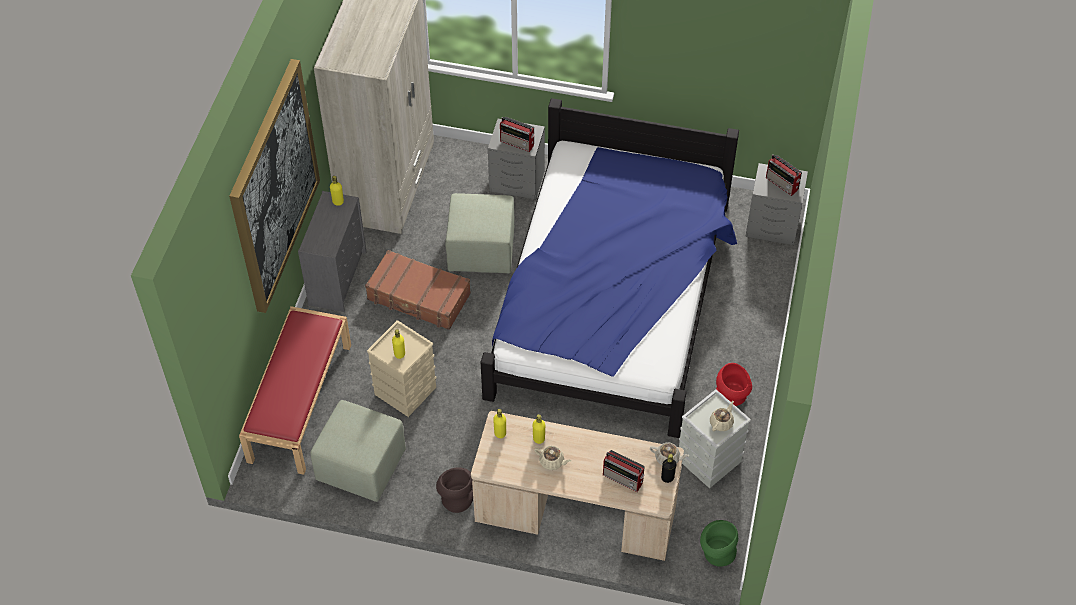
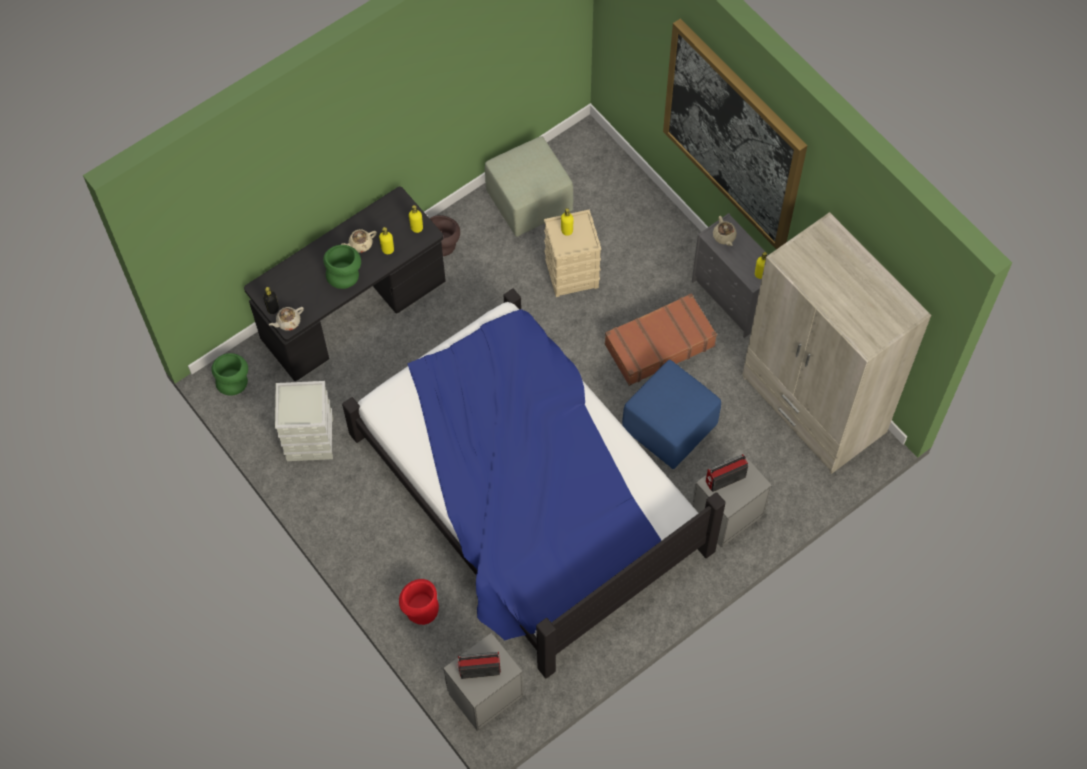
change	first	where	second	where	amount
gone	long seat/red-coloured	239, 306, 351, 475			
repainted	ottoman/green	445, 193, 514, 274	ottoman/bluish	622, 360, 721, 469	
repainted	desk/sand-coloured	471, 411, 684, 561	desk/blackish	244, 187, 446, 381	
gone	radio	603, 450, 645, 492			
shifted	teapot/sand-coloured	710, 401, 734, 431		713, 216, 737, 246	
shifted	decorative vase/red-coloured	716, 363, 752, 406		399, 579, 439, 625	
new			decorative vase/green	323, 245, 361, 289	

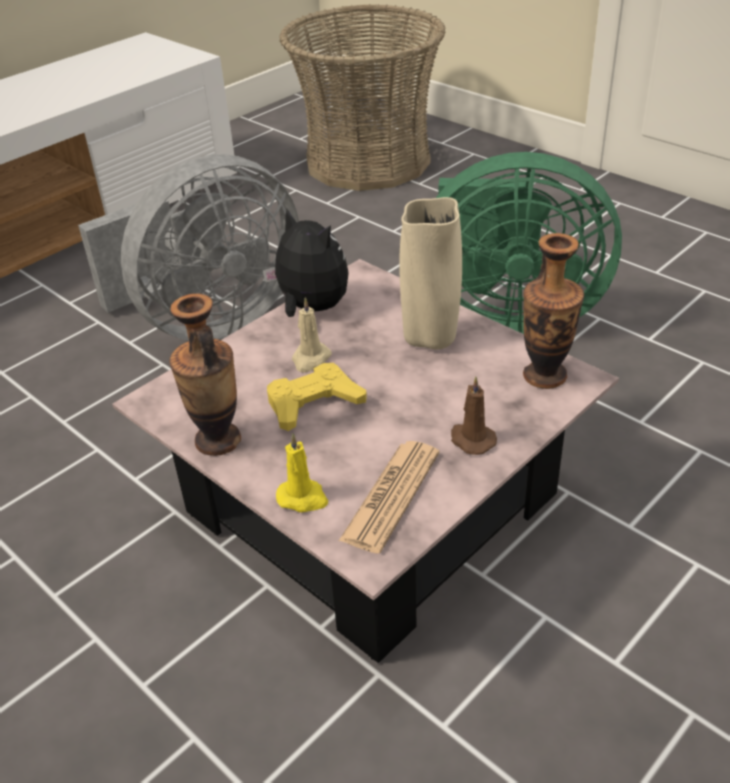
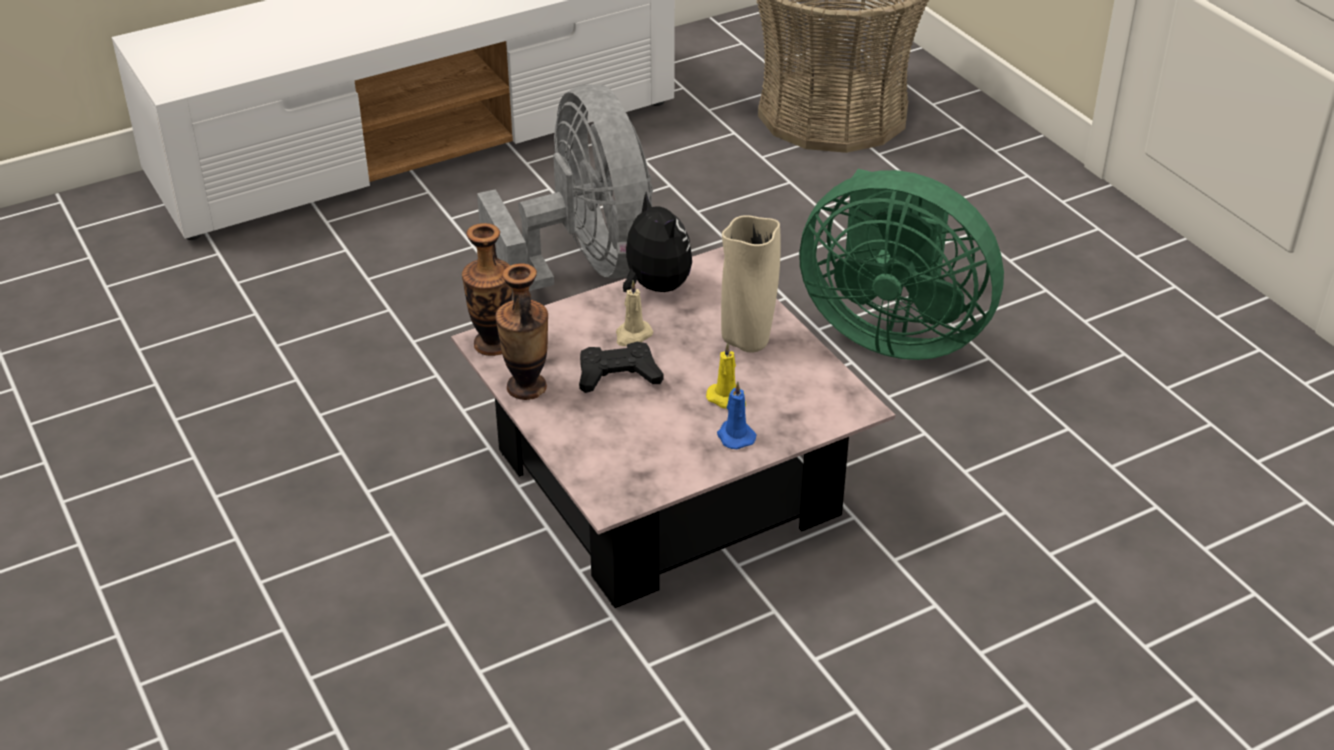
change	first	where	second	where	amount
rotated	fan/grey	78, 154, 299, 340		477, 84, 653, 300	90 degrees counterclockwise
repainted	joypad/yellow-coloured	267, 363, 367, 431	joypad/blackish	579, 342, 664, 393	
shifted	wax candle/yellow-coloured	276, 433, 328, 512		706, 343, 746, 409	
gone	newspaper	339, 441, 439, 554			
repainted	wax candle/brownish	451, 376, 497, 455	wax candle/bluish	717, 381, 757, 449	
shifted	decorative vase	523, 233, 584, 389		462, 223, 513, 356	

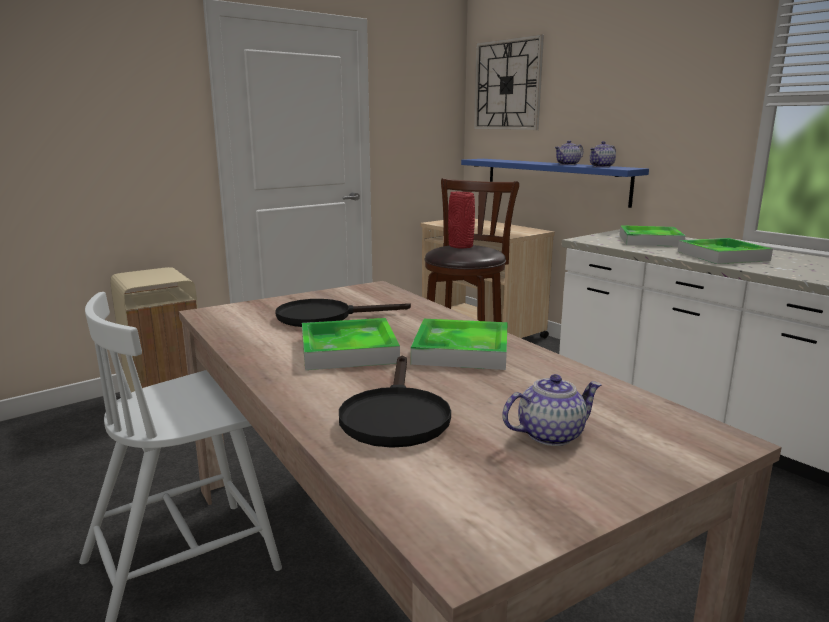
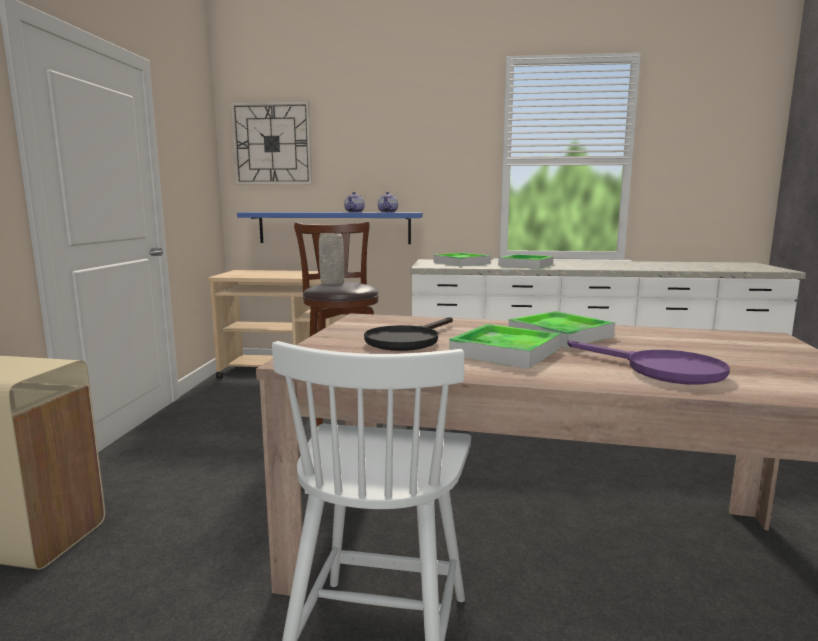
change	first	where	second	where	amount
repainted	frying pan/blackish	339, 356, 451, 448	frying pan/purplish	567, 340, 730, 385	
repainted	decorative vase/red-coloured	448, 192, 475, 249	decorative vase/grey	319, 233, 345, 285	
gone	teapot	502, 374, 602, 446			

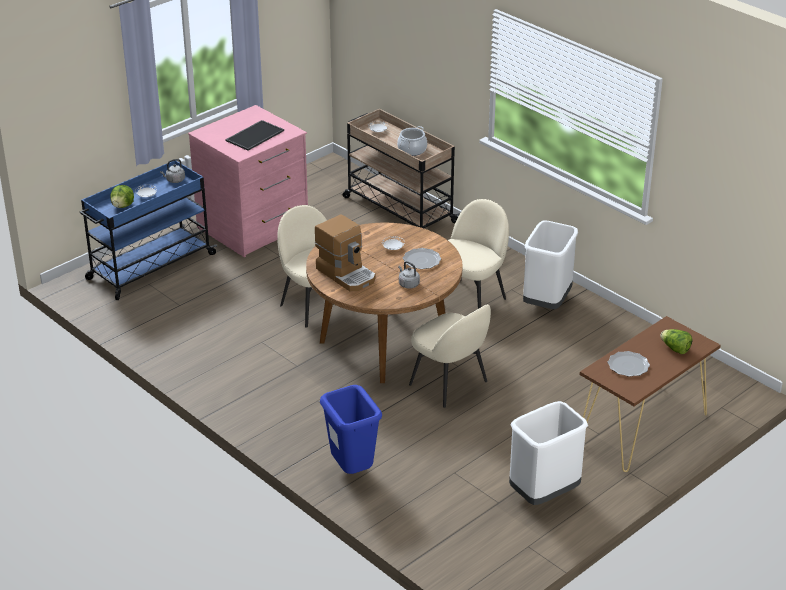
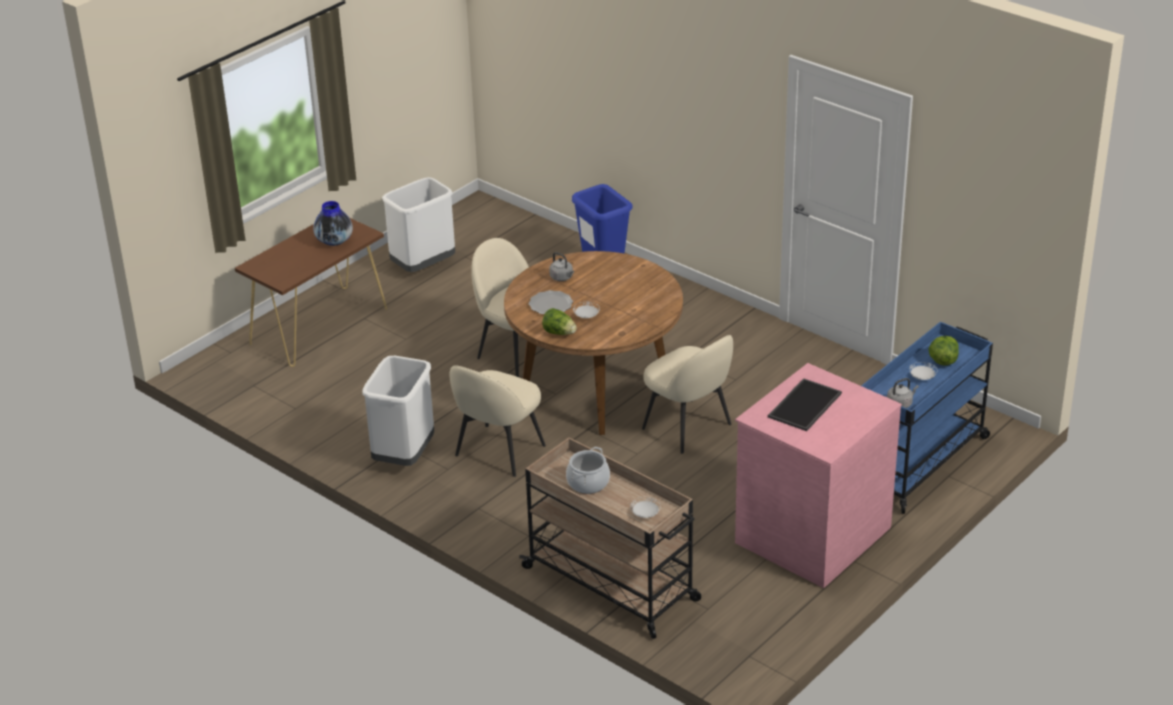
change	first	where	second	where	amount
gone	coffee maker	315, 214, 375, 291			
swapped	flat dish	608, 351, 650, 377	decorative vase	313, 201, 353, 246	
shifted	lettuce head	660, 329, 692, 354		542, 308, 577, 335	

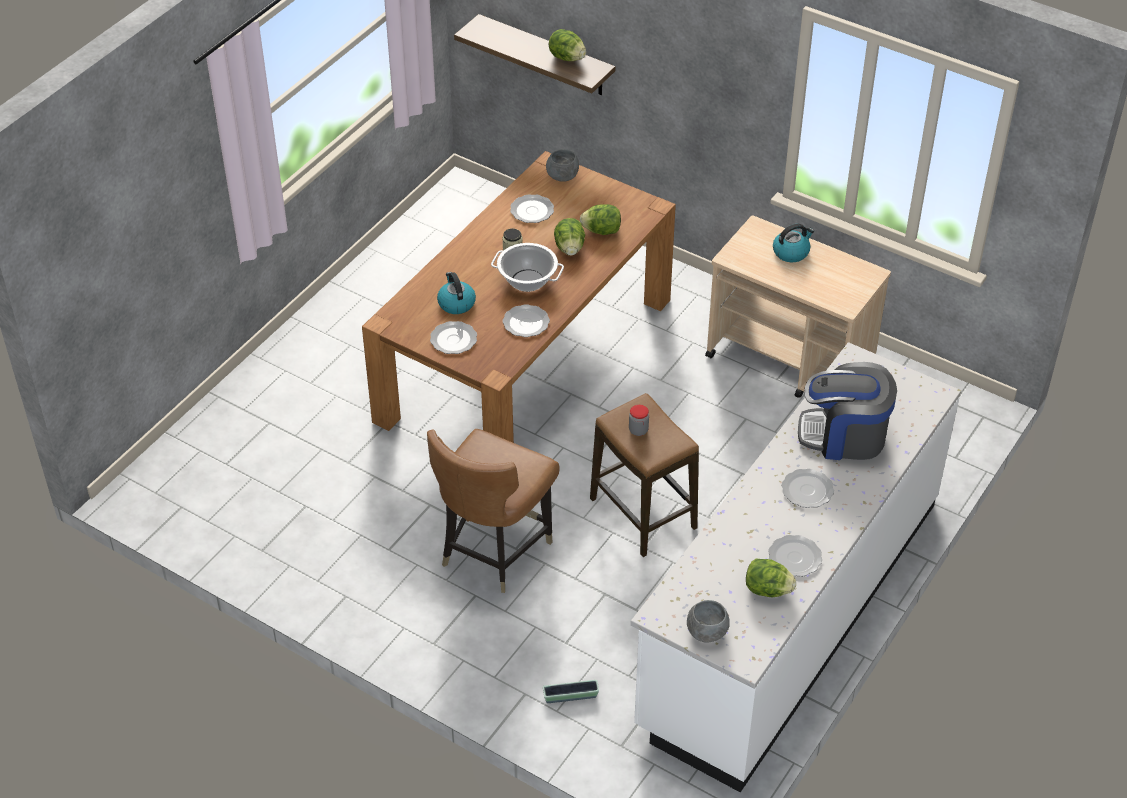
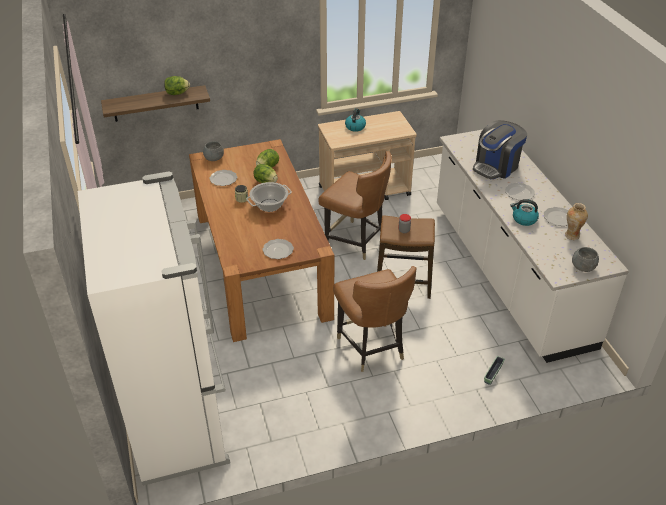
change	first	where	second	where	amount
shifted	tea kettle	437, 272, 476, 314		510, 199, 539, 226	
gone	flat dish	503, 304, 550, 337			
swapped	lettuce head	746, 558, 796, 597	decorative vase	565, 203, 588, 240	
new			fridge/whitish	78, 172, 230, 486	
new			chair/brownish	318, 151, 392, 260	

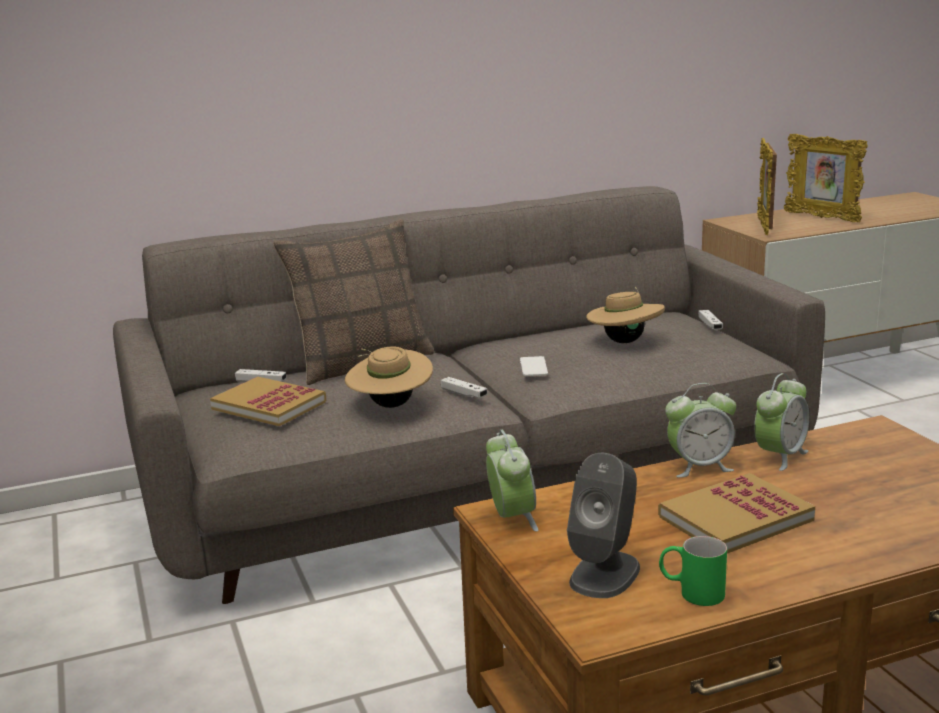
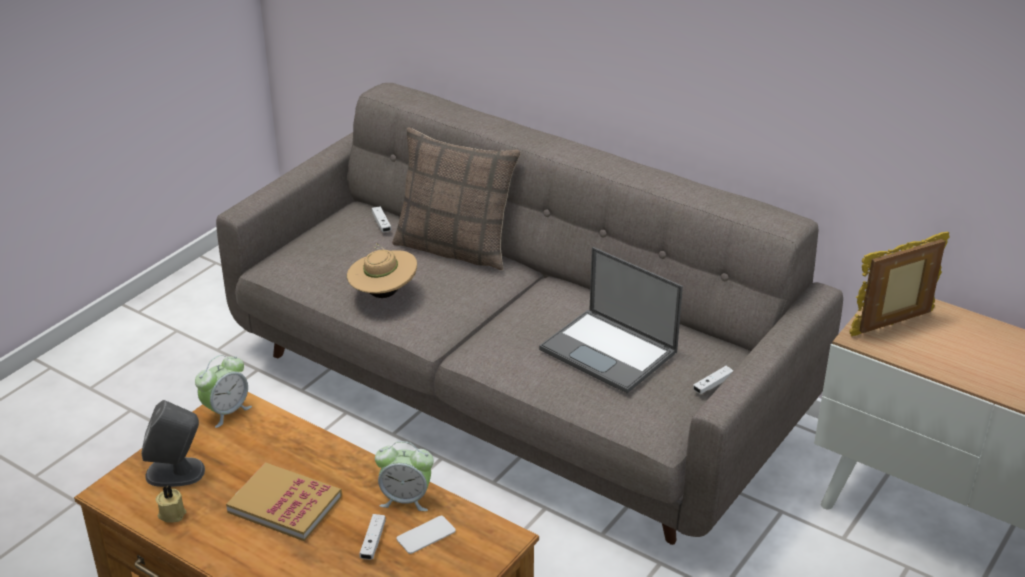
change	first	where	second	where	amount
gone	book	210, 377, 326, 426			
shifted	joypad/whitish	441, 377, 488, 398		360, 514, 386, 560	
shifted	telephone	520, 356, 548, 376		396, 516, 456, 554	
swapped	clothing hat/sand-coloured	586, 286, 665, 343	notebook computer	539, 247, 683, 394	
swapped	coffee mug/green	659, 536, 727, 606	wax candle/sand-coloured	155, 486, 186, 523	
gone	bedside clock	665, 383, 736, 477			
gone	picture frame	784, 134, 868, 222			

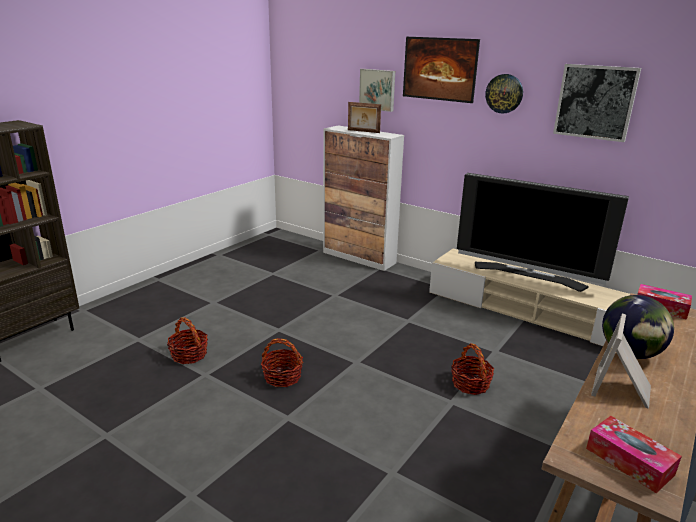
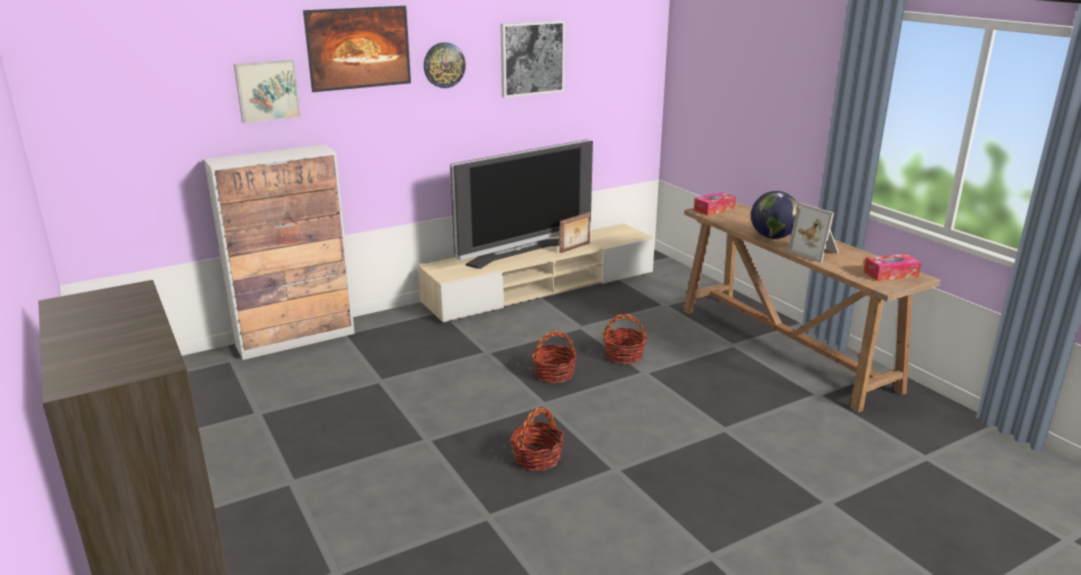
change	first	where	second	where	amount
shifted	basket	167, 317, 208, 364		532, 331, 577, 383	
shifted	picture frame	348, 102, 381, 133		559, 212, 591, 253	

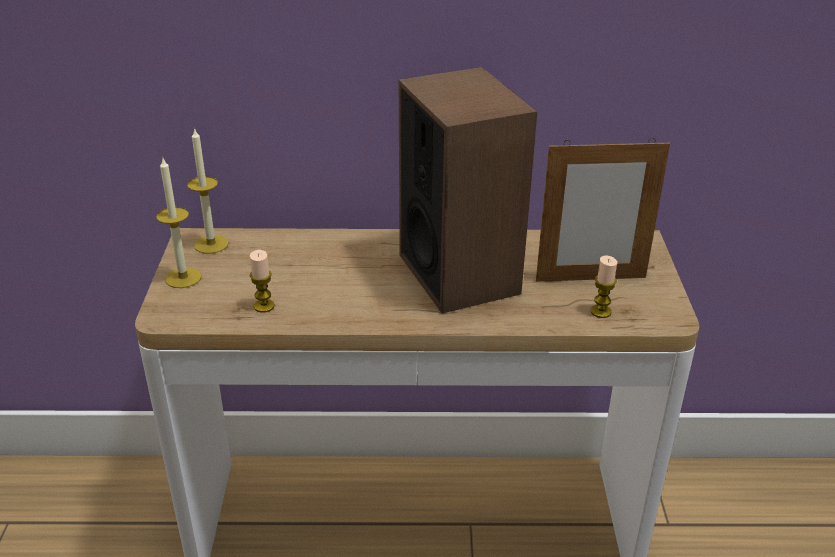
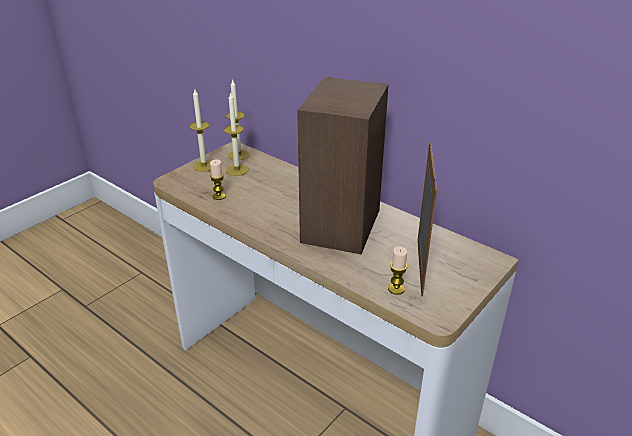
change	first	where	second	where	amount
rotated	picture frame	536, 138, 670, 282		417, 142, 437, 296	120 degrees counterclockwise
new			wax candle	224, 92, 248, 176	

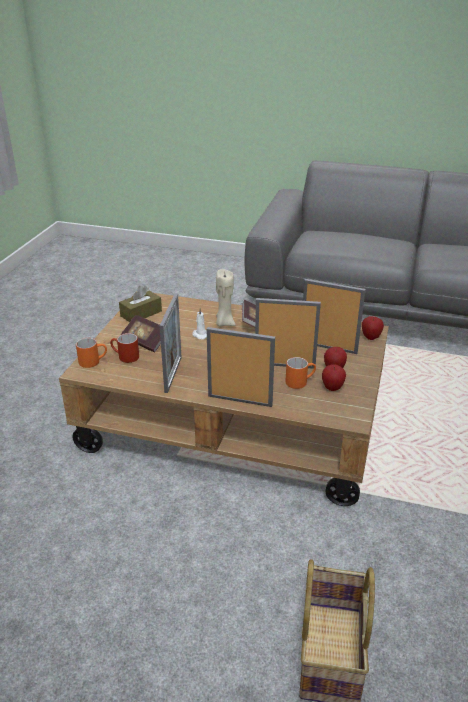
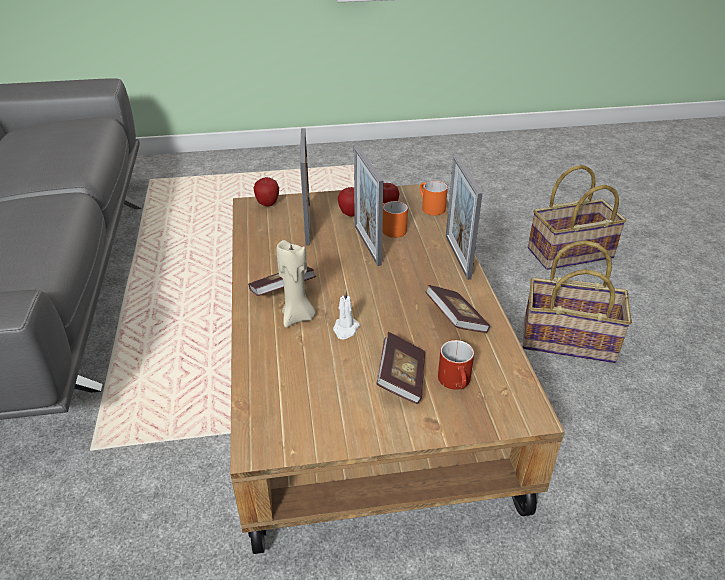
change	first	where	second	where	amount
shifted	coffee mug/orange	76, 338, 107, 368		420, 181, 448, 216	
gone	tissue box/brownish	119, 286, 162, 322			
swapped	picture frame	160, 293, 182, 393	book	425, 285, 490, 333	
new			basket	523, 240, 632, 363	

